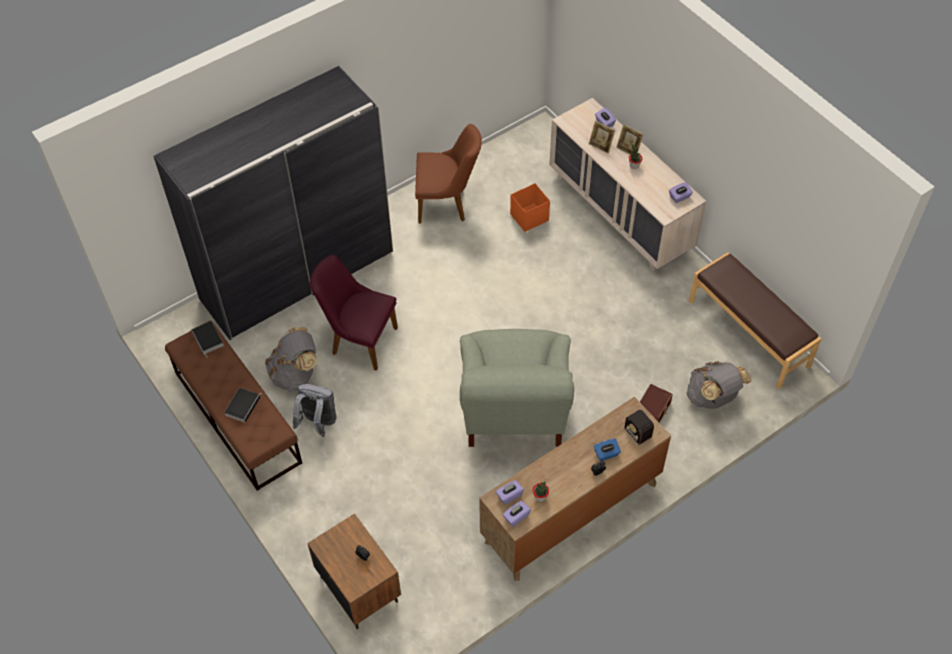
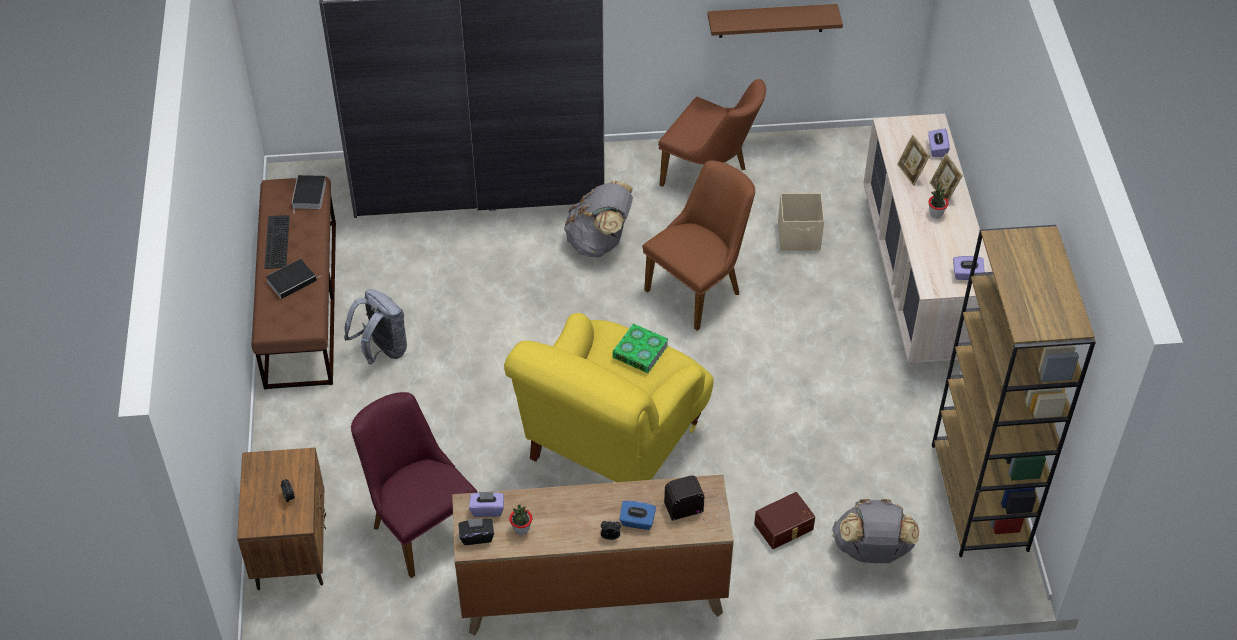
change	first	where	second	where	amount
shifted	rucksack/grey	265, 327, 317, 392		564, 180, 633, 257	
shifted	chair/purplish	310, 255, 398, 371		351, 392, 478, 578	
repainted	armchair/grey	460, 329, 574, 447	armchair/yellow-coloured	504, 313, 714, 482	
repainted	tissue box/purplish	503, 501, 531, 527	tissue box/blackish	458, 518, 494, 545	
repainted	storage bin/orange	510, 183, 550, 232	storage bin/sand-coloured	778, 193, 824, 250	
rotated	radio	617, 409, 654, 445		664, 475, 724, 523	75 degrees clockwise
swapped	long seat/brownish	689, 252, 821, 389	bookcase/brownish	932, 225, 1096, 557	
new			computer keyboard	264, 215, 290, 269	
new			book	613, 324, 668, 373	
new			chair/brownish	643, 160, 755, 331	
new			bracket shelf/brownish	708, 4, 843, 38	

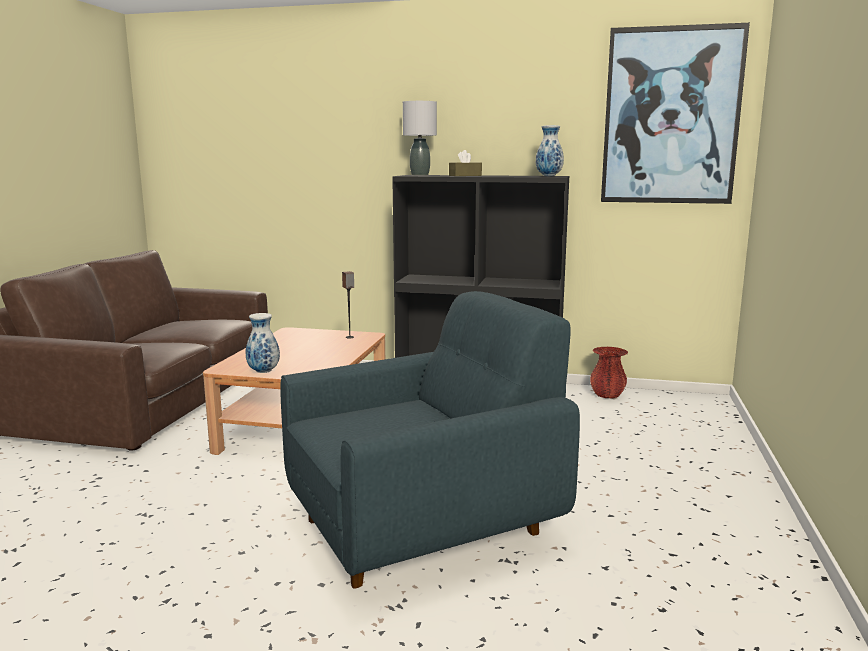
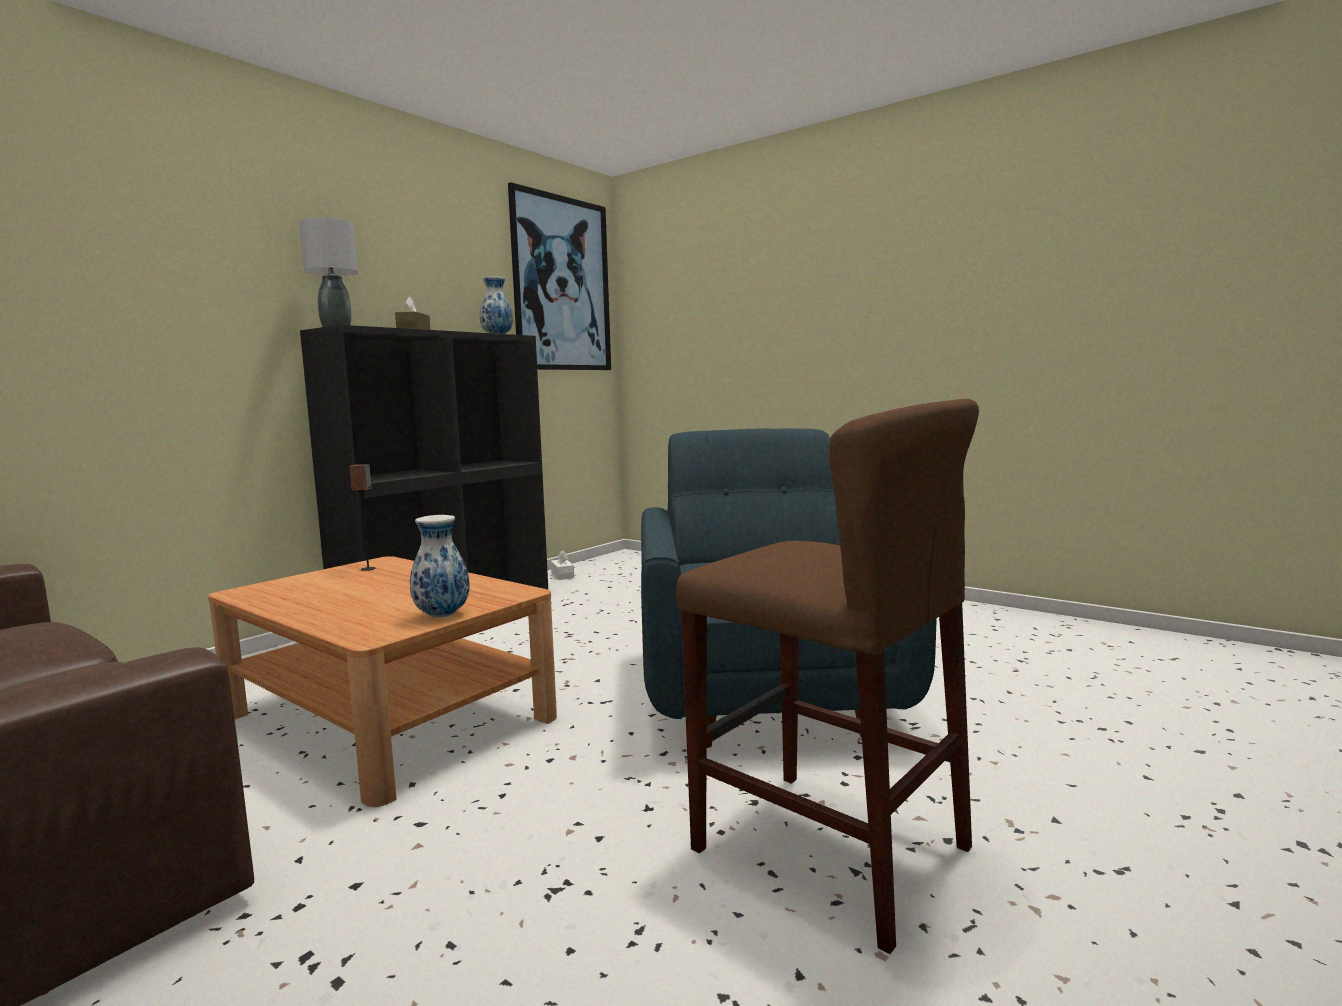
change	first	where	second	where	amount
swapped	decorative vase/red-coloured	590, 347, 628, 398	tissue box/whitish	551, 550, 574, 580	
new			stool/brownish	676, 399, 979, 954	

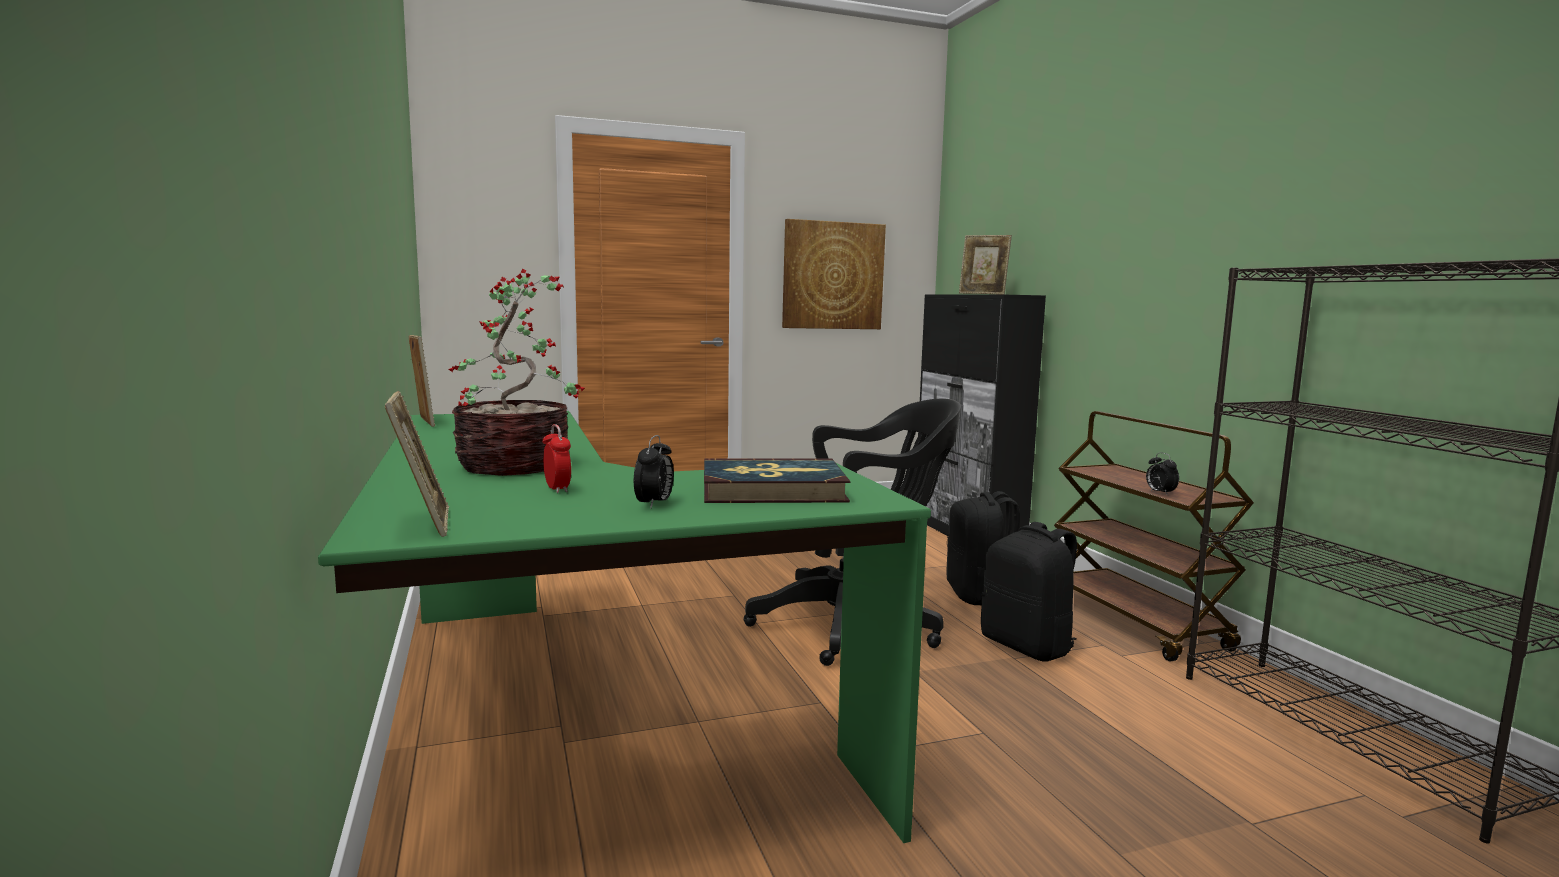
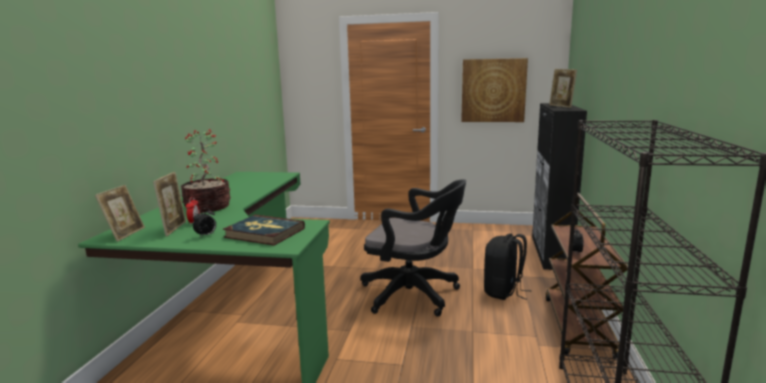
change	first	where	second	where	amount
shifted	picture frame	409, 335, 435, 427		153, 172, 186, 236	
gone	rucksack/blackish	981, 522, 1077, 661			

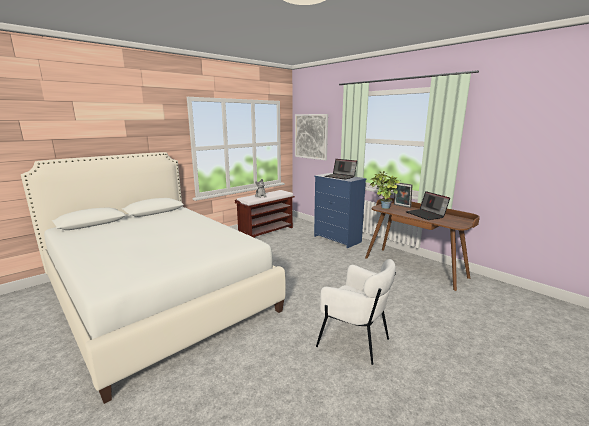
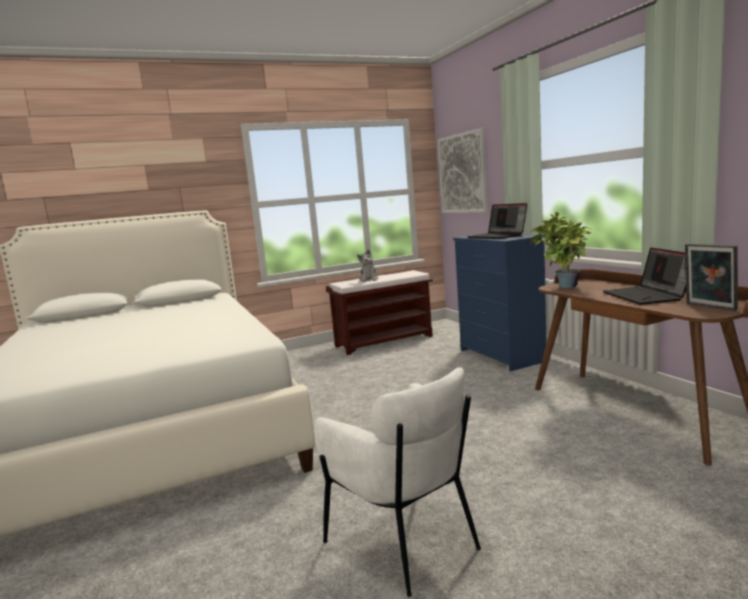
change	first	where	second	where	amount
shifted	picture frame	394, 183, 413, 208		685, 243, 738, 311	

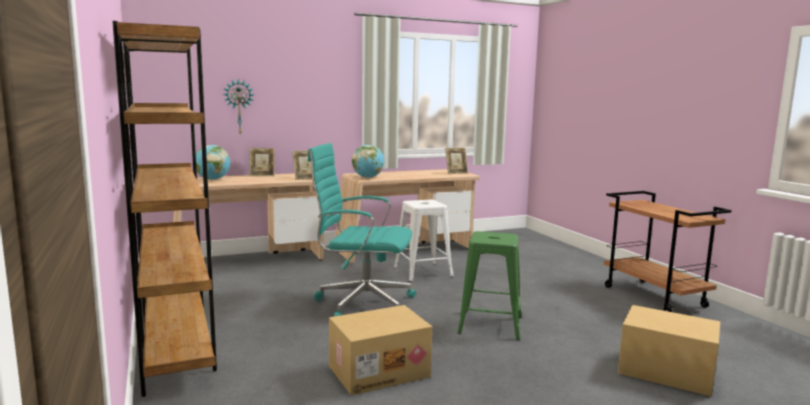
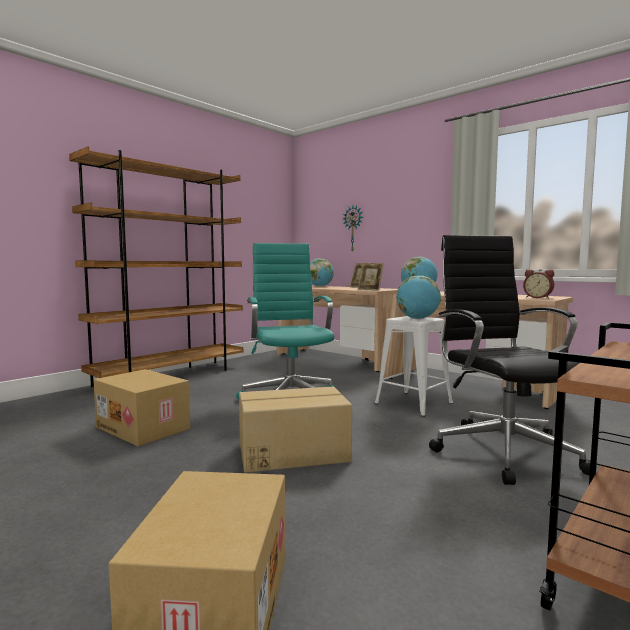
change	first	where	second	where	amount
swapped	picture frame	445, 148, 468, 174	bedside clock	523, 269, 554, 299	
swapped	stool/green	457, 231, 522, 341	packing box	239, 386, 352, 472	
new			world globe	396, 275, 441, 319	
new			office chair/blackish	429, 235, 591, 485	

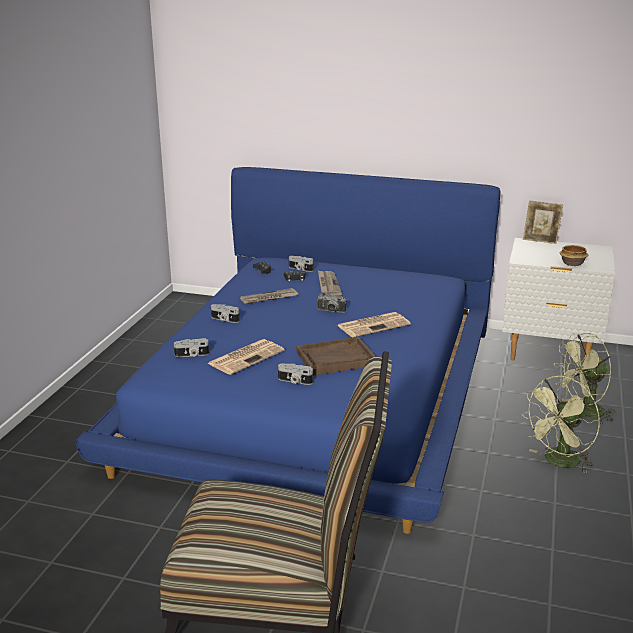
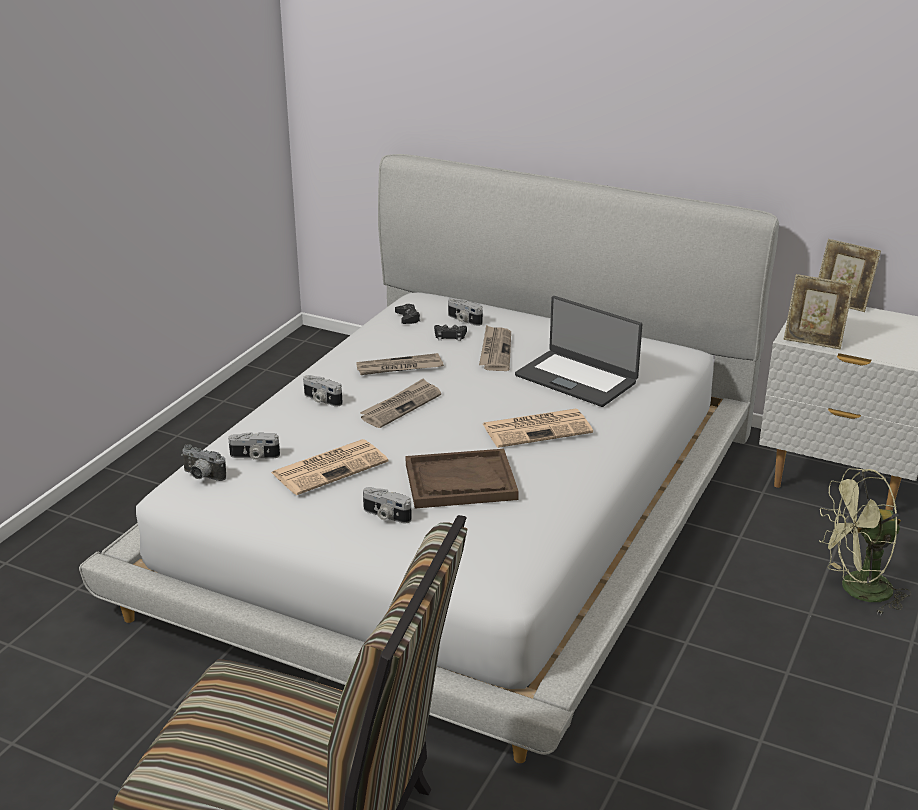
change	first	where	second	where	amount
repainted	bed/bluish	75, 167, 500, 534	bed/whitish	79, 154, 779, 763	
shifted	still camera	317, 293, 346, 313		181, 444, 226, 481	
gone	fan/green	521, 376, 600, 473			
gone	serving bowl	560, 245, 588, 266			
new			newspaper	360, 378, 441, 428	
new			notebook computer	515, 296, 643, 407	
new			picture frame	784, 274, 854, 350	

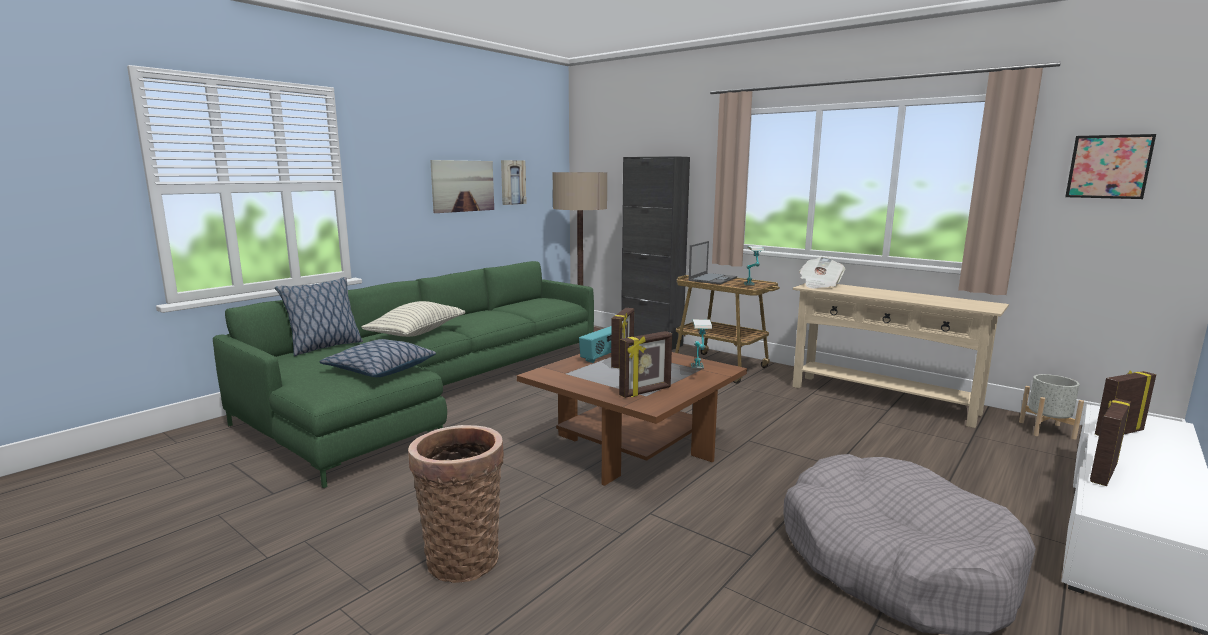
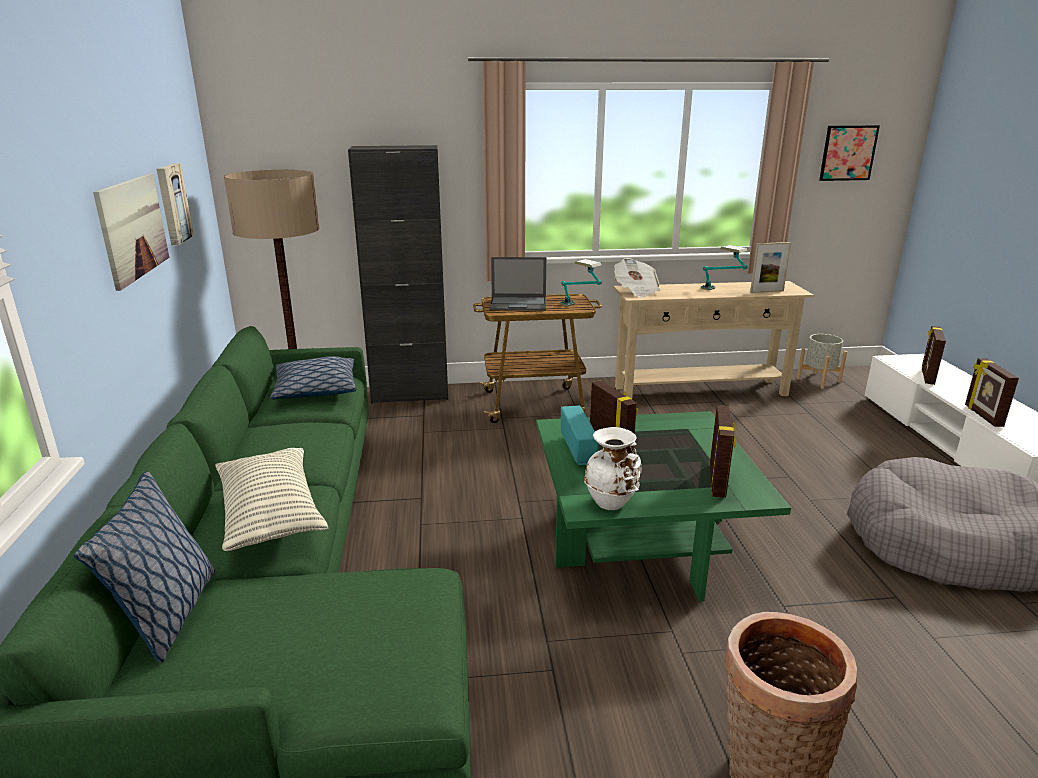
change	first	where	second	where	amount
shifted	throw pillow	319, 339, 436, 377		270, 356, 357, 399	
repainted	coffee table/brownish	517, 352, 747, 486	coffee table/green	536, 411, 791, 602	
rotated	notebook computer	689, 241, 737, 284		489, 257, 546, 311	105 degrees clockwise
shifted	tabletop lamp	691, 319, 712, 370		701, 245, 748, 290	
new			decorative vase/whitish	584, 427, 642, 510	
new			picture frame	750, 242, 791, 293	

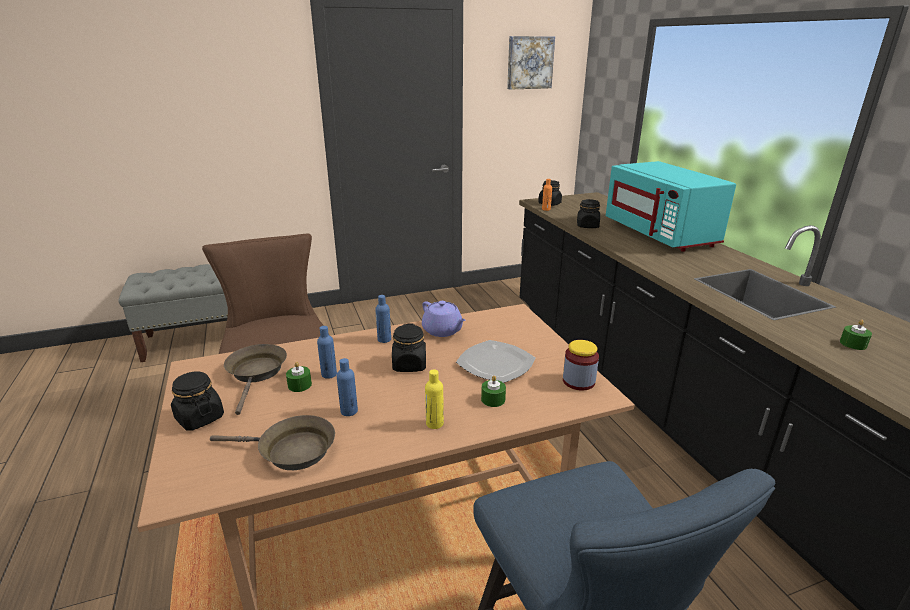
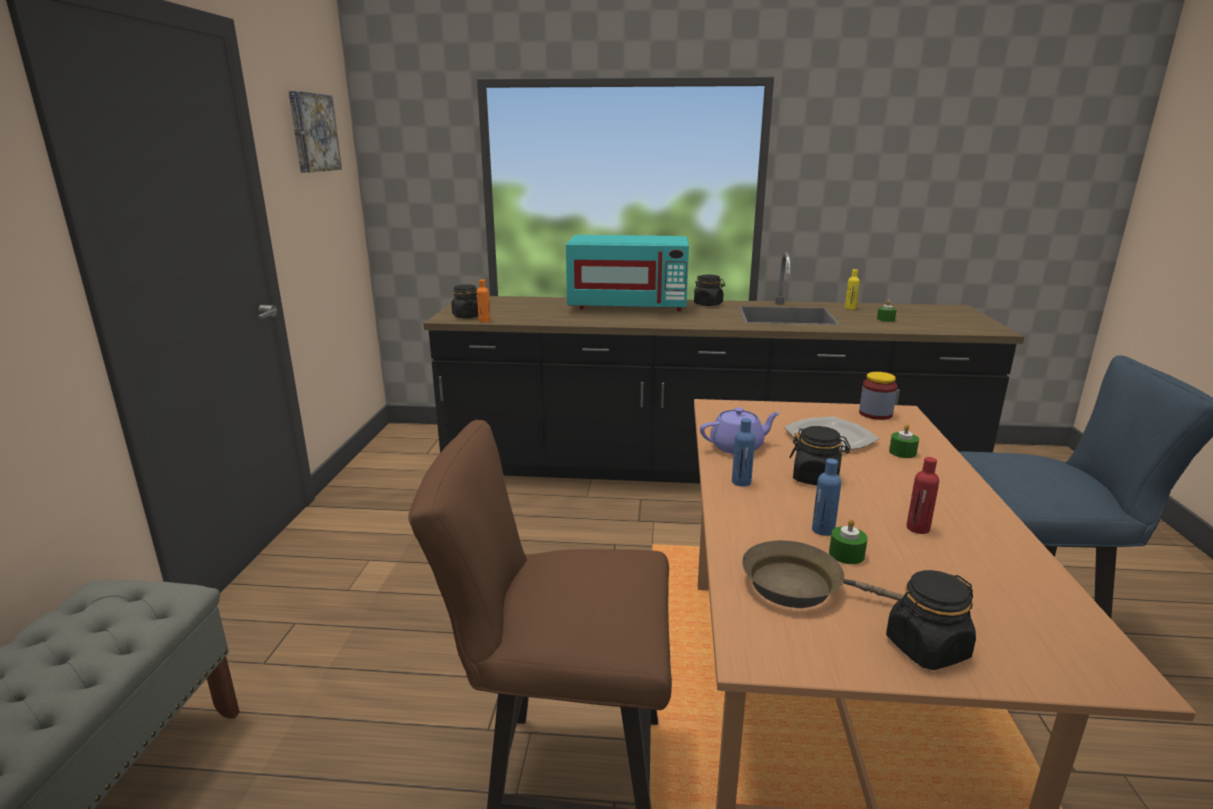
change	first	where	second	where	amount
gone	frying pan/brownish	210, 415, 335, 470			
repainted	drink bottle/bluish	337, 358, 358, 416	drink bottle/red-coloured	907, 457, 939, 534	
shifted	drink bottle/yellow-coloured	425, 369, 444, 429		845, 269, 860, 310	
shifted	jar/blackish	577, 199, 600, 228		694, 275, 725, 306	

